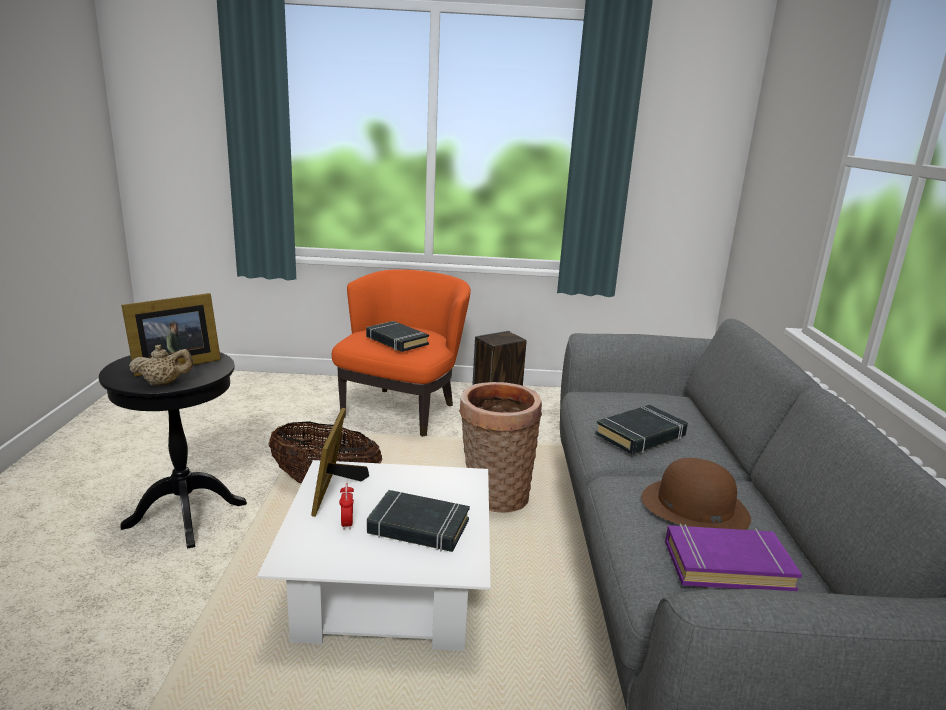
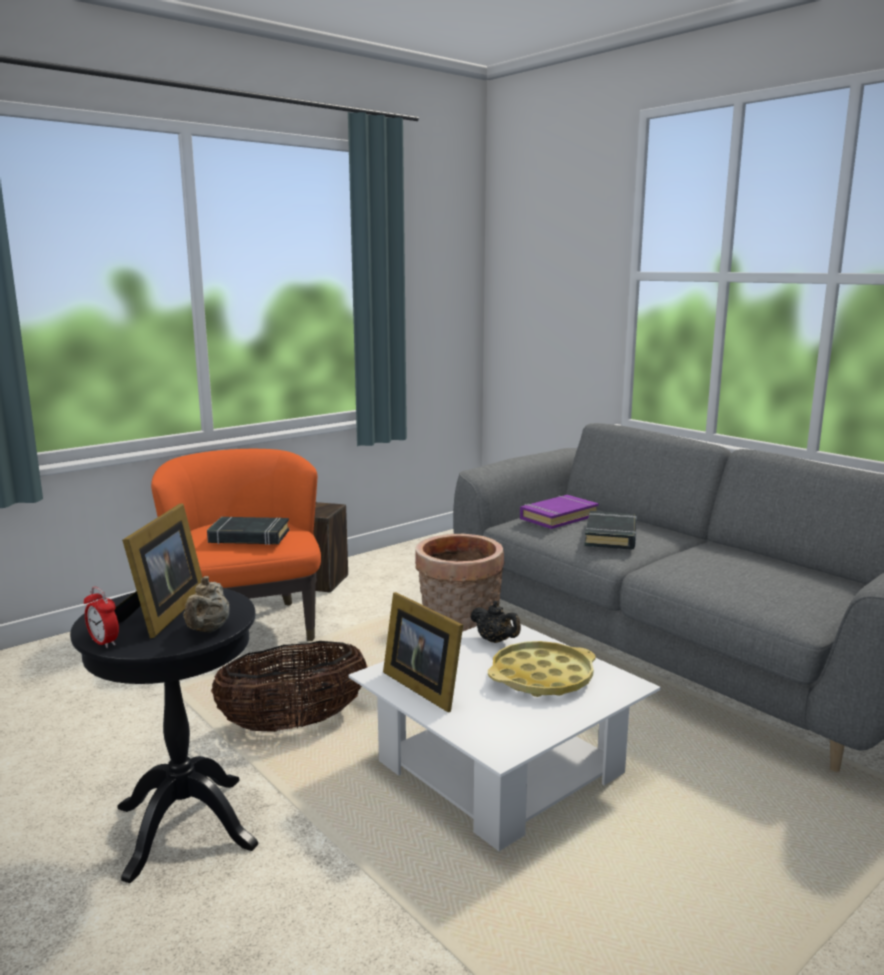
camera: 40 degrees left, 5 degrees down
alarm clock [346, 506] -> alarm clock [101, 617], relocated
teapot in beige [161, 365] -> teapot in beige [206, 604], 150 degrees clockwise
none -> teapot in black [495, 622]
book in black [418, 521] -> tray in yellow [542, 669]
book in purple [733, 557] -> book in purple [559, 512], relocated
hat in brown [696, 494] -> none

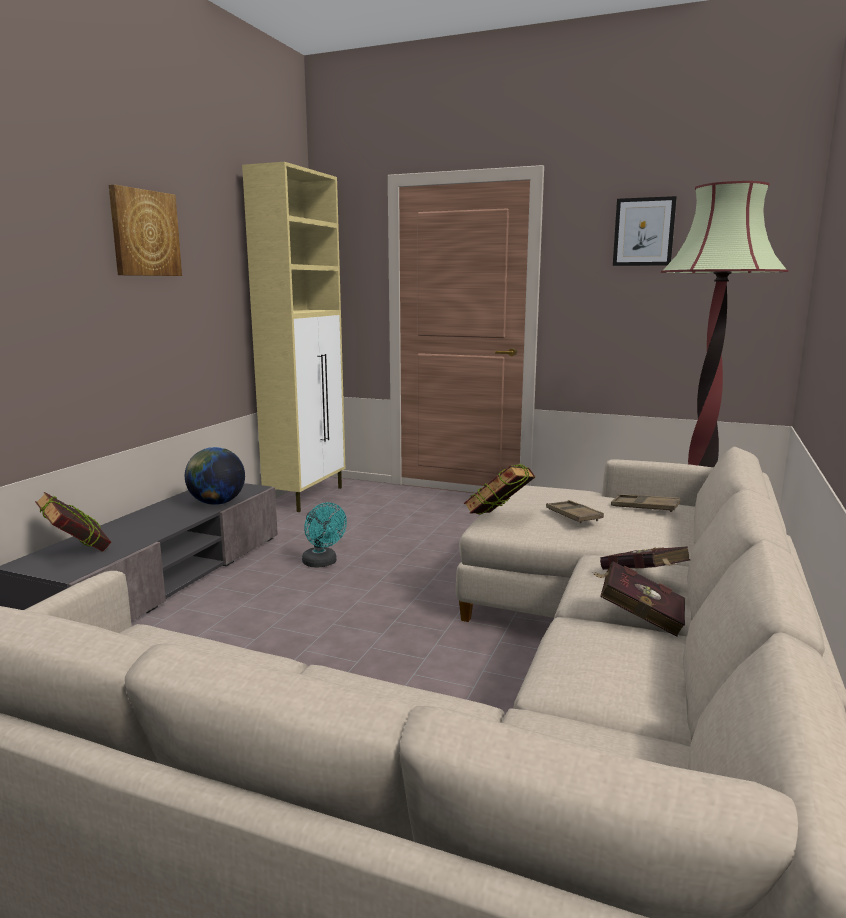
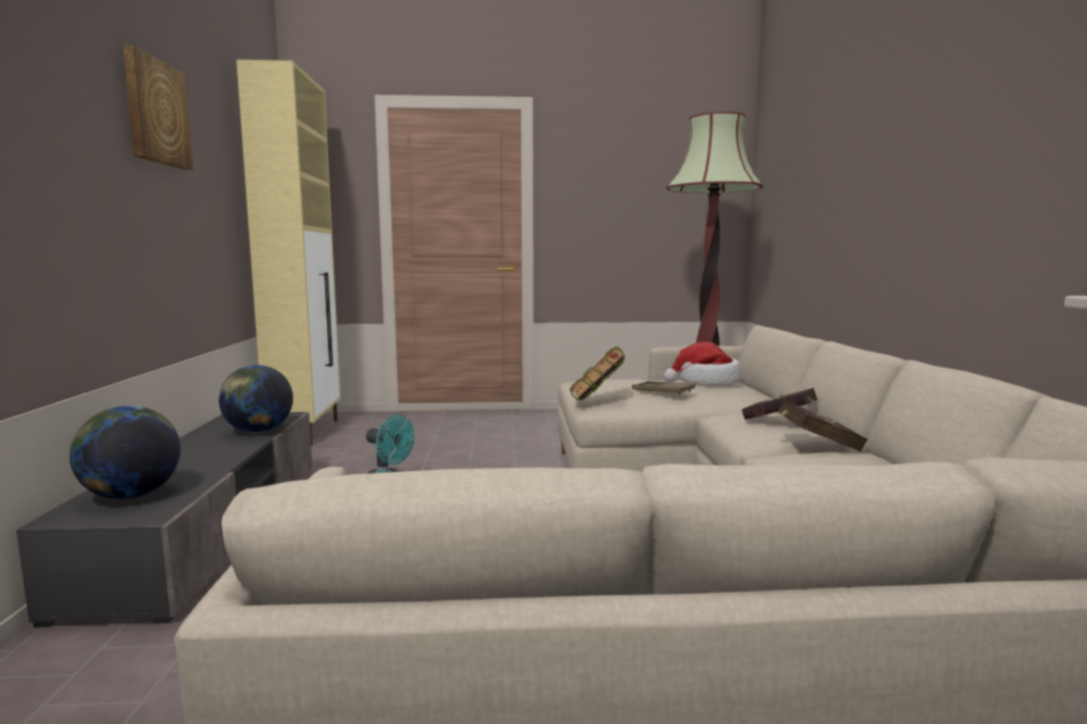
camera: 25 degrees left, 5 degrees down
book [73, 522] -> globe [125, 452]
tray in brown [645, 503] -> hat [702, 363]
picture [645, 231] -> none

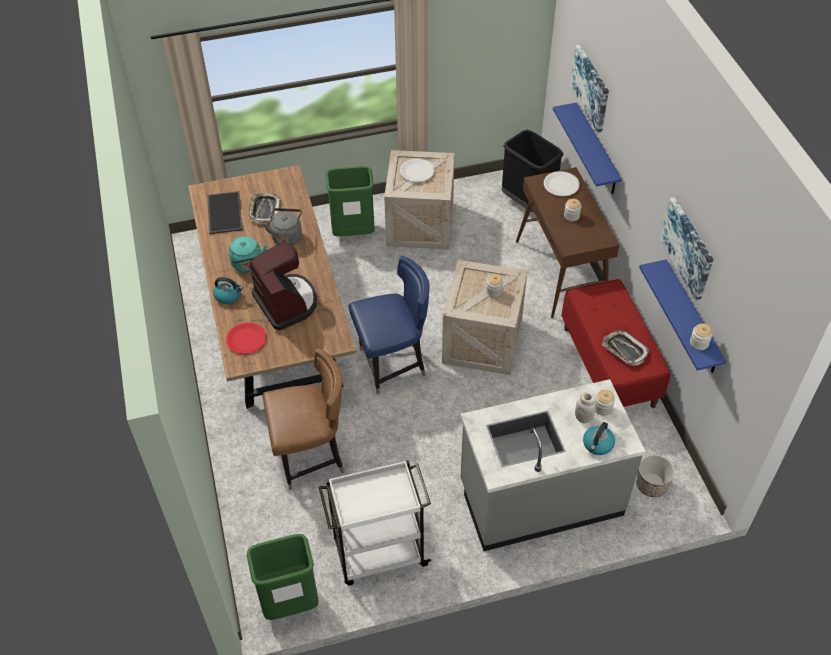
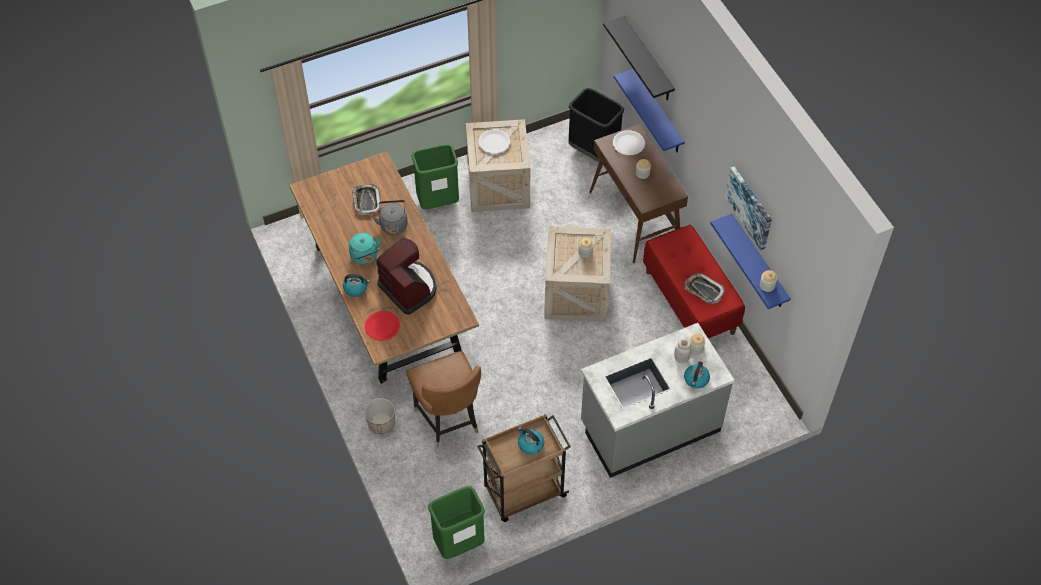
camera: 10 degrees left, 5 degrees up
planter [655, 475] -> planter [379, 416], relocated
chair in brown [303, 419] -> chair in brown [443, 399], 90 degrees clockwise
cart in white [375, 522] -> cart in brown [524, 468]
none -> kettle [531, 441]
picture [589, 89] -> shelf in black [639, 58]
tray [224, 212] -> none
chair in blue [389, 325] -> none

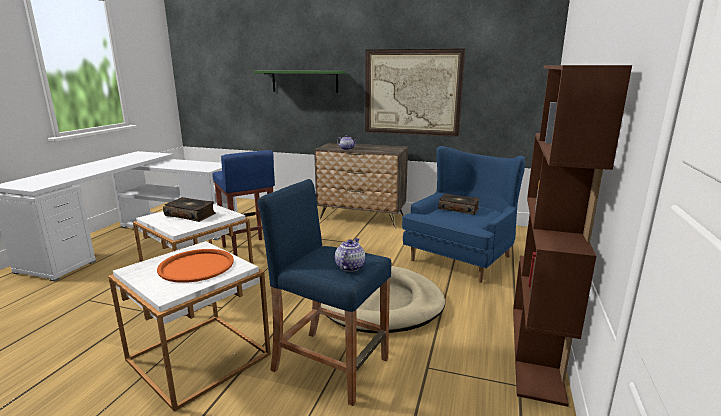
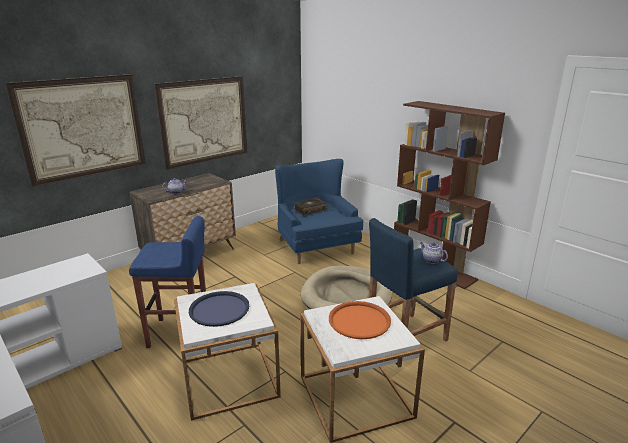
camera: 60 degrees left, 5 degrees up
shelf in green [300, 81] -> picture [75, 130]
book [189, 209] -> tray in blue [219, 309]

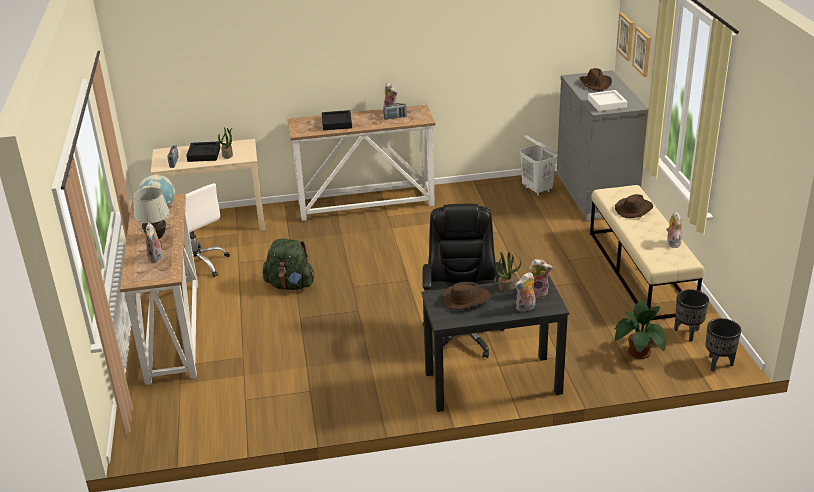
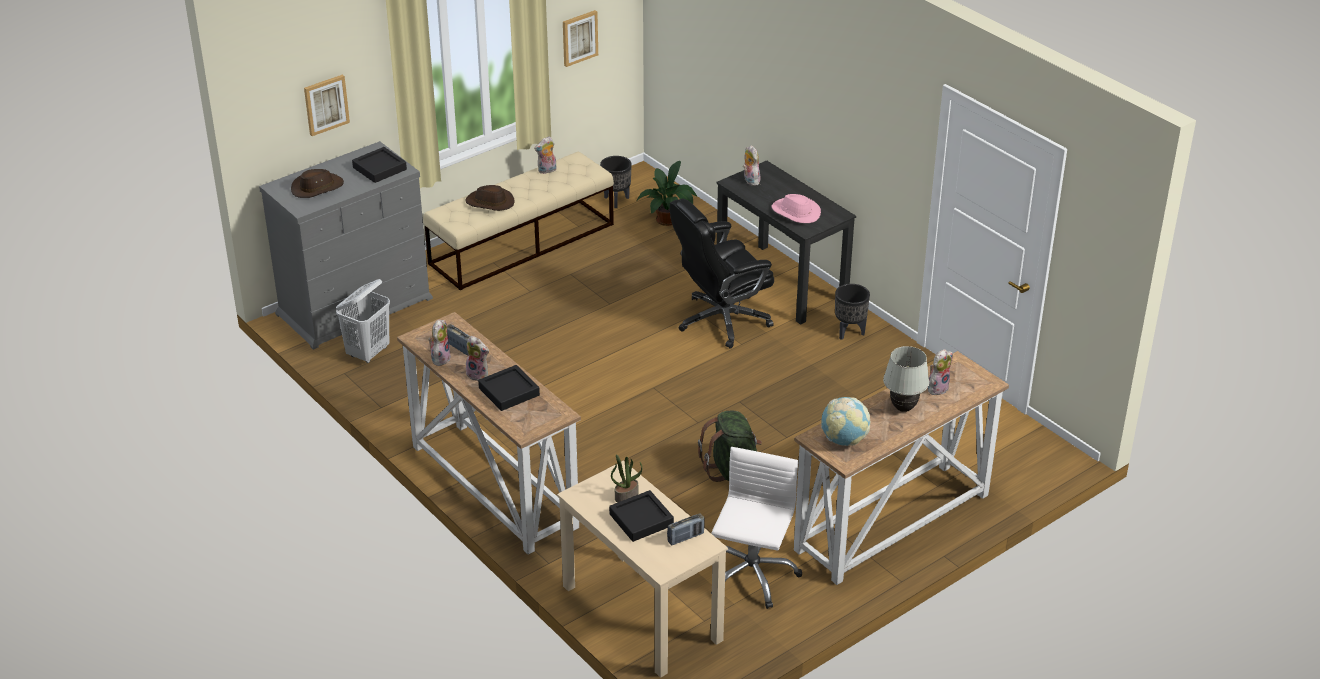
camera: 120 degrees left, 5 degrees up
tray in white [607, 100] -> tray in black [379, 165]
plush toy [525, 292] -> plush toy [477, 358], relocated
picture [625, 37] -> picture [580, 38], relocated
hat in brown [466, 296] -> hat in pink [796, 208]
planter in black [723, 345] -> planter in black [852, 312], relocated
potted plant [508, 271] -> none

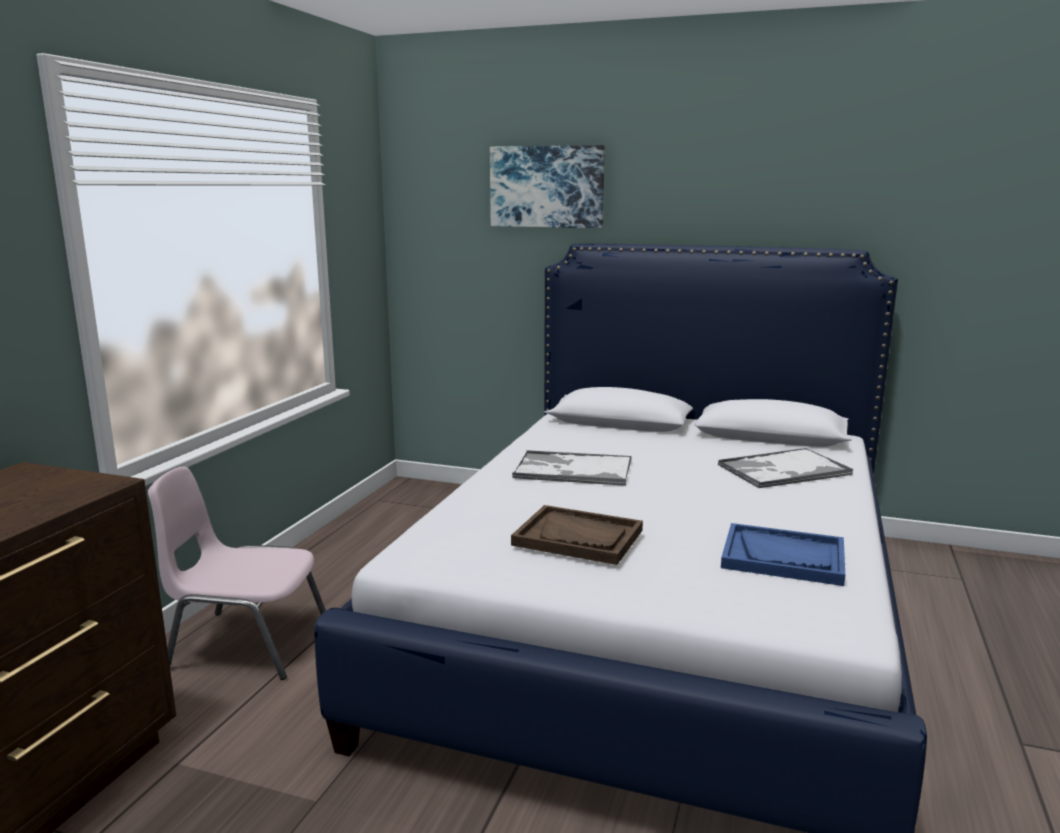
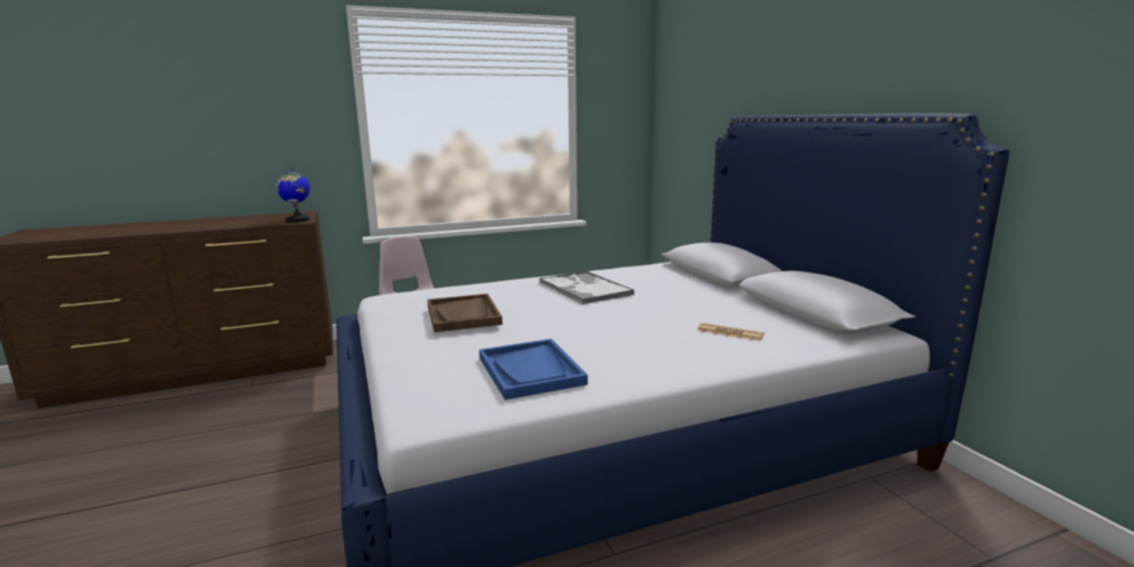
camera: 50 degrees right, 0 degrees up
none -> globe [293, 195]
tray [785, 468] -> newspaper [730, 332]
picture [547, 186] -> none

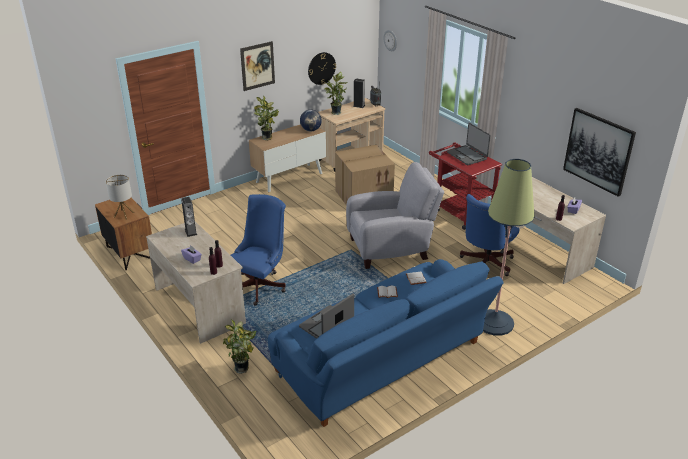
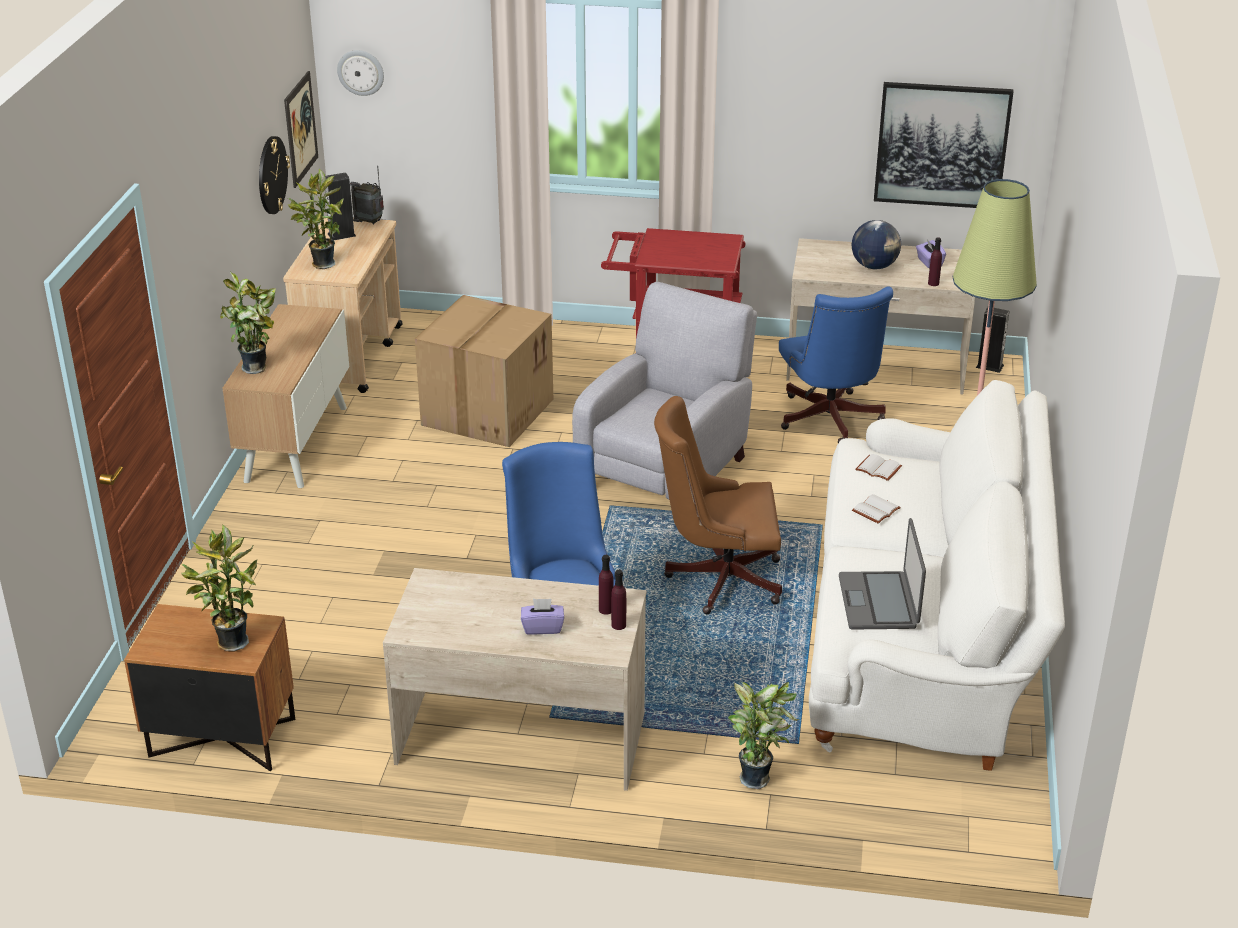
camera: 45 degrees left, 0 degrees up
table lamp [120, 197] -> potted plant [219, 588]
picture [257, 66] -> picture [301, 129], relocated
none -> office chair in brown [718, 505]
sofa in blue [386, 343] -> sofa in white [937, 575]
globe [311, 121] -> globe [876, 244], relocated
speaker [189, 217] -> speaker [992, 340], relocated
laptop [469, 144] -> none

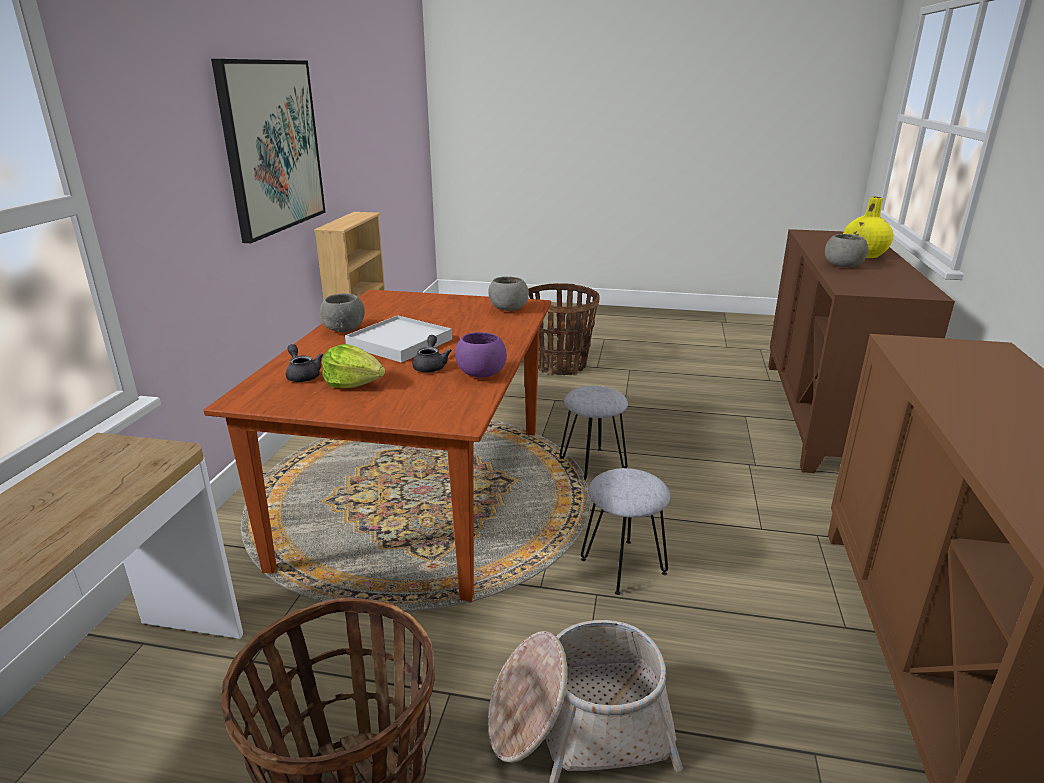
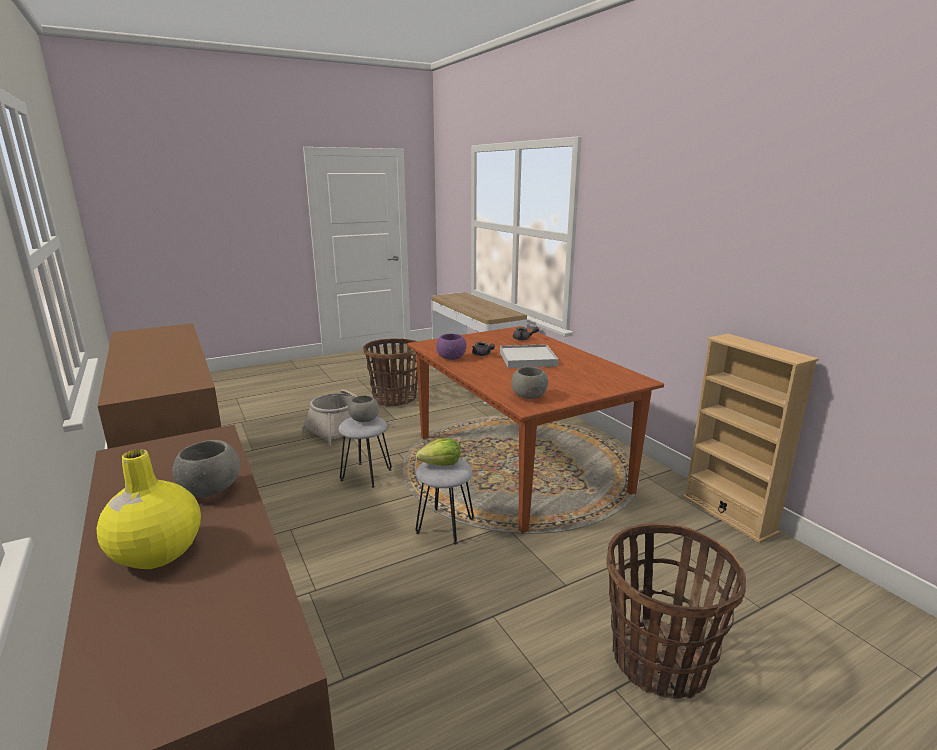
camera: 140 degrees right, 5 degrees down
bowl in grey [342, 312] -> bowl in grey [363, 409], relocated
lettuce [353, 366] -> lettuce [438, 452], relocated
picture [268, 151] -> none

